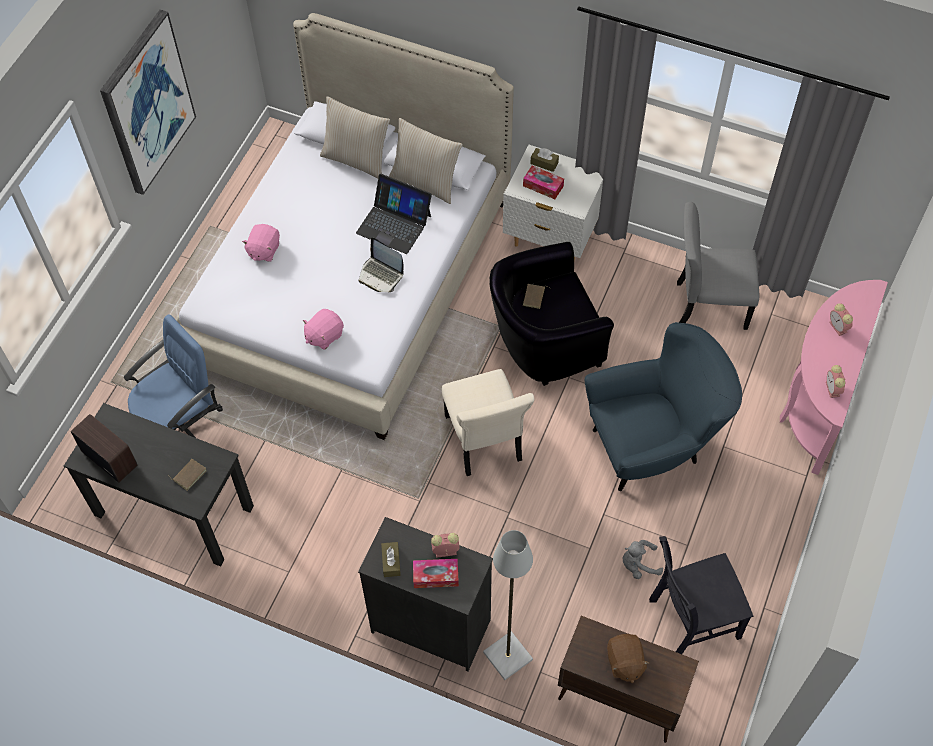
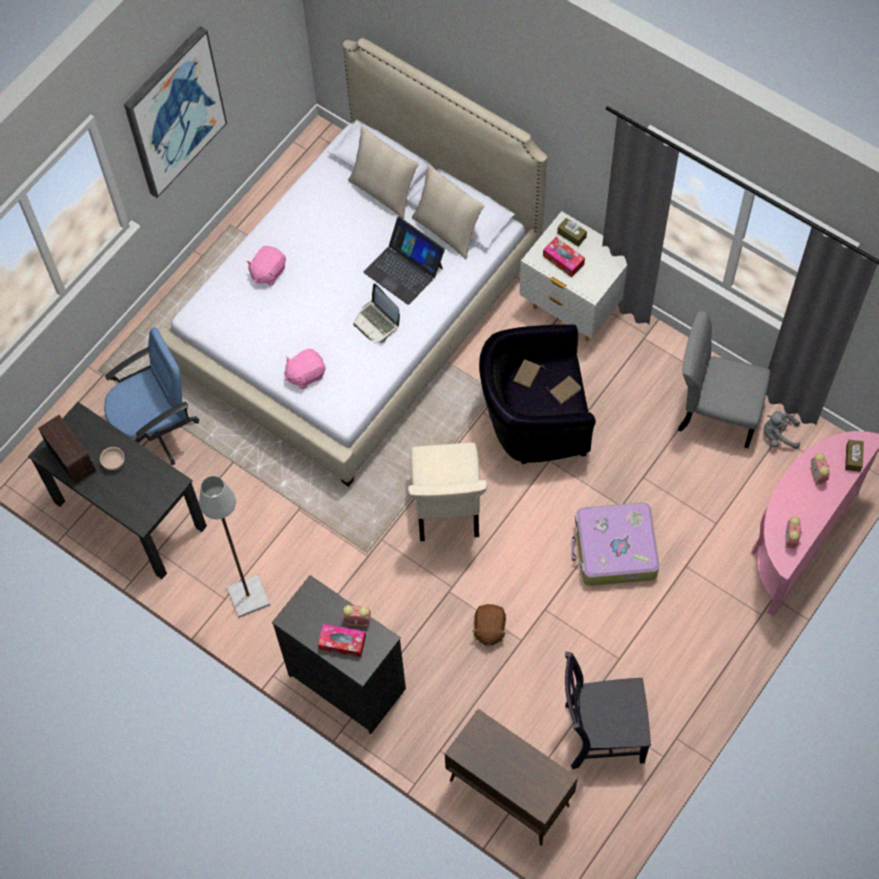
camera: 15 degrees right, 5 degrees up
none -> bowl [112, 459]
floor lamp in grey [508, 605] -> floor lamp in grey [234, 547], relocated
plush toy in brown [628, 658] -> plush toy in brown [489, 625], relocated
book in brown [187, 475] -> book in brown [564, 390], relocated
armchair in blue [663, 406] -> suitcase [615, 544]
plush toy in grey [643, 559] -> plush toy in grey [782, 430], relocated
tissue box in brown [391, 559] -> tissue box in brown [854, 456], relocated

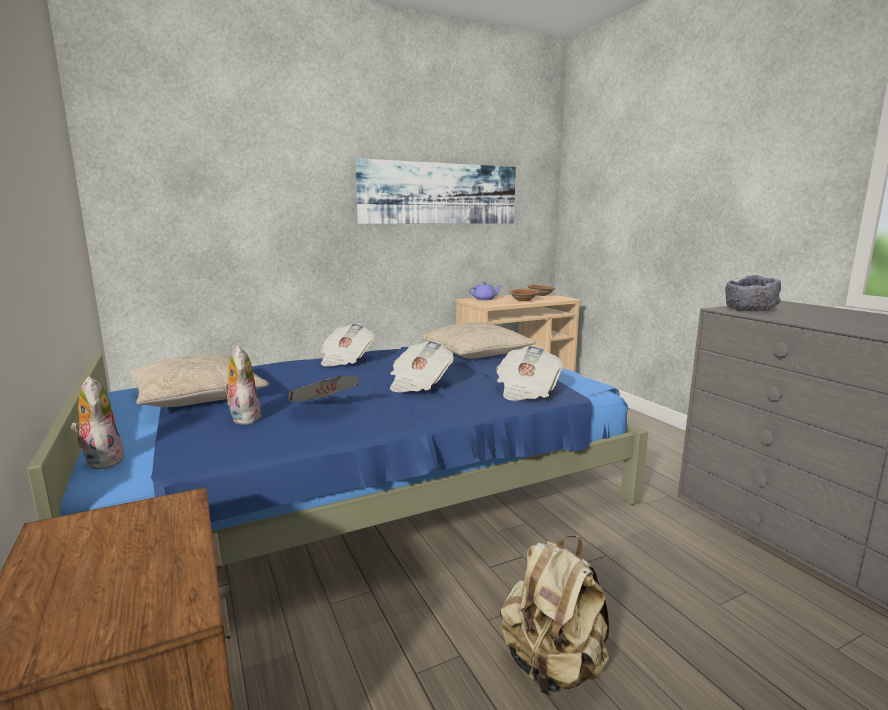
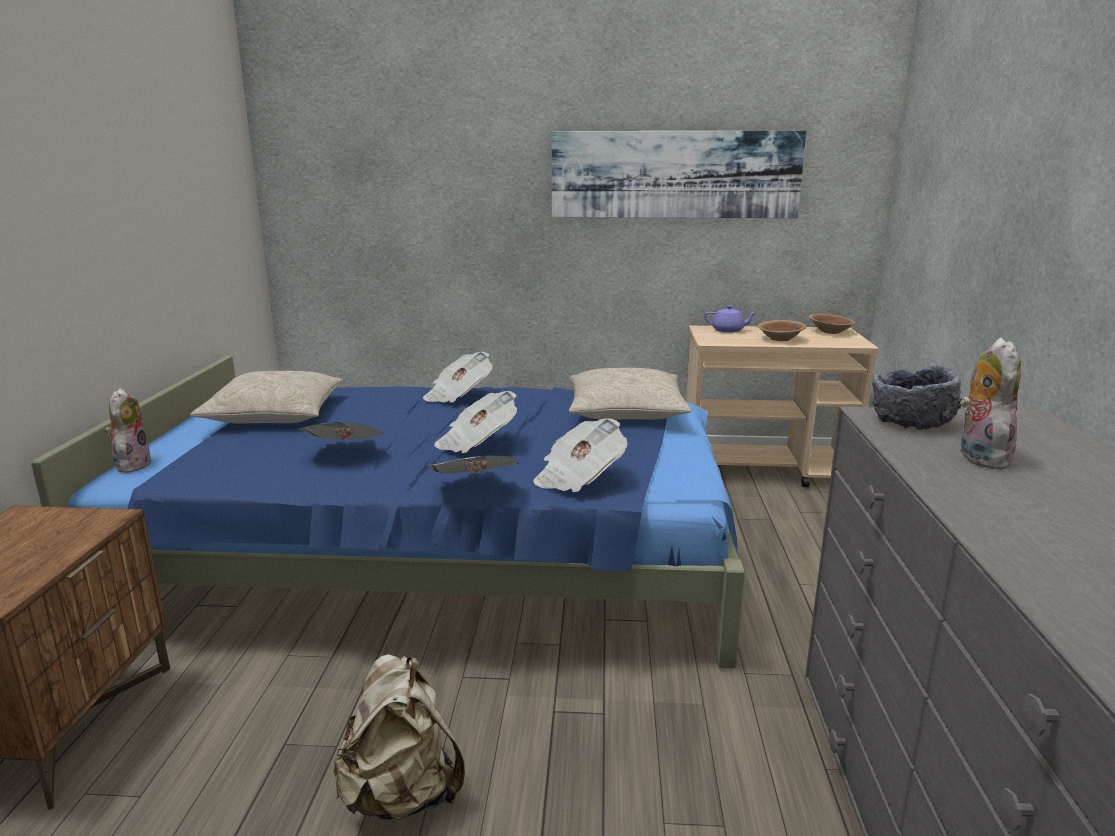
camera: 30 degrees right, 5 degrees up
none -> newspaper [473, 464]
plush toy [242, 385] -> plush toy [990, 404], relocated

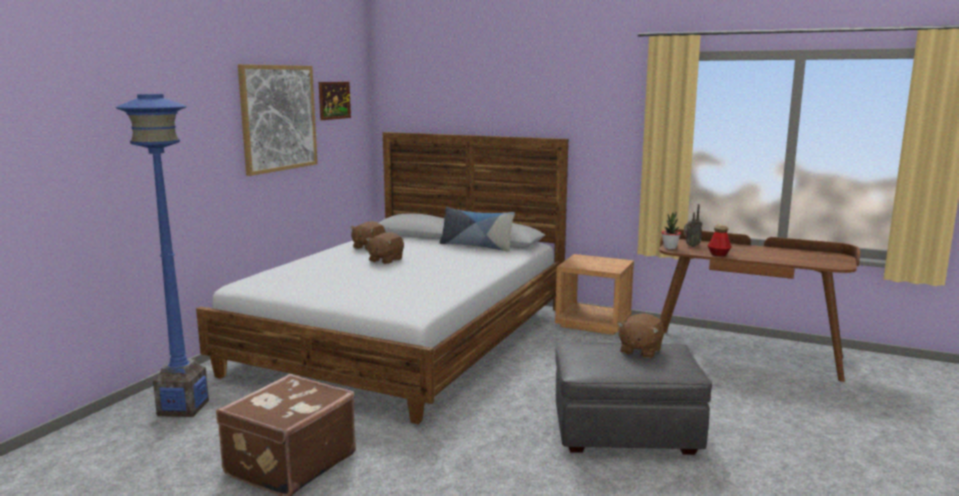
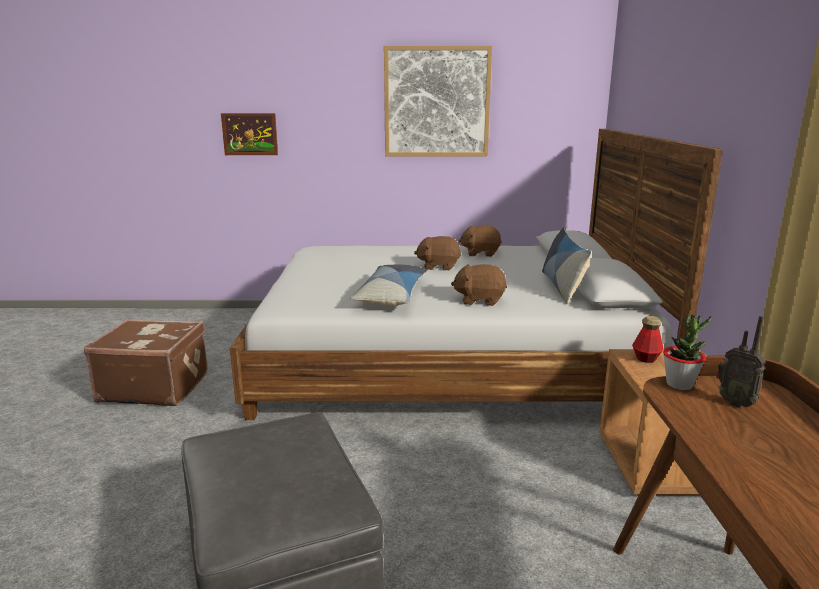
camera: 65 degrees right, 5 degrees up
picture [335, 101] -> picture [249, 134], relocated
none -> pillow [389, 285]
plush toy in brown [640, 336] -> plush toy in brown [479, 285], relocated
bottle [720, 241] -> bottle [648, 339], relocated
floor lamp in blue [162, 255] -> none

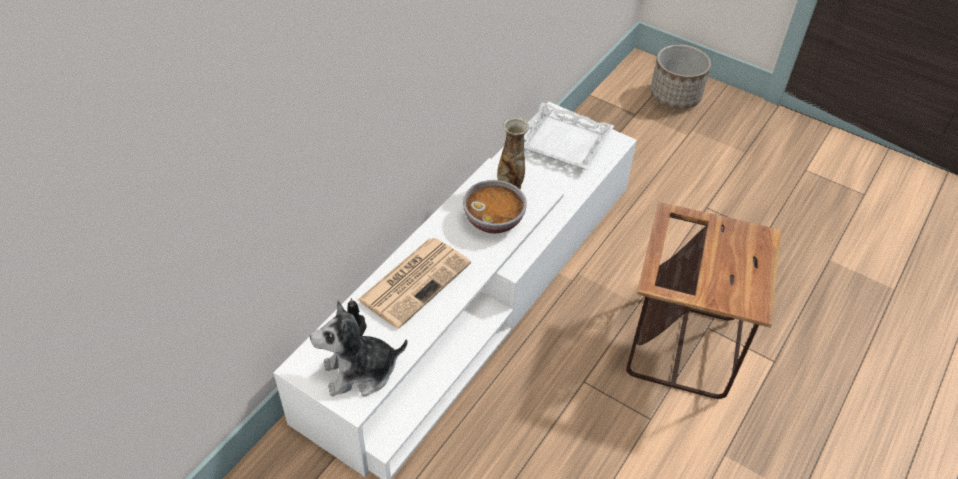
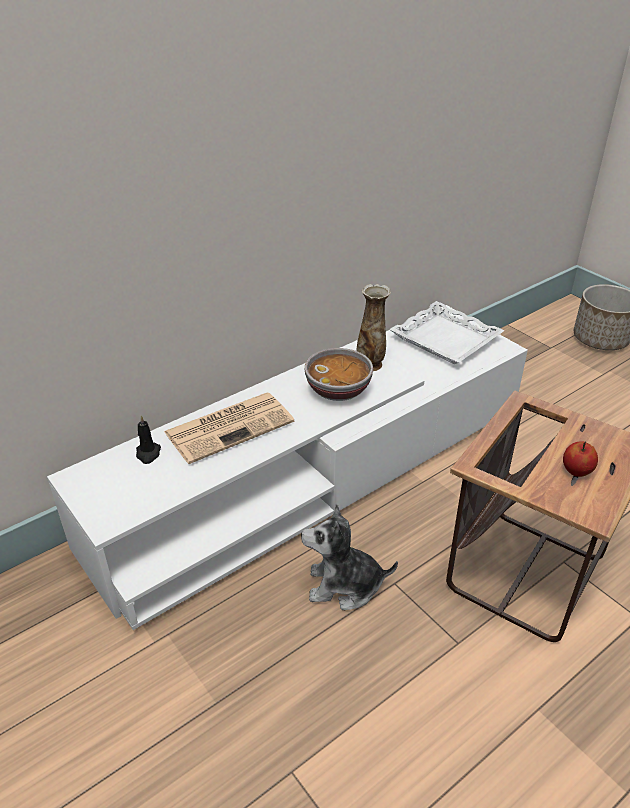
camera: 20 degrees right, 10 degrees down
plush toy [359, 348] -> plush toy [349, 556], relocated
none -> apple [580, 459]

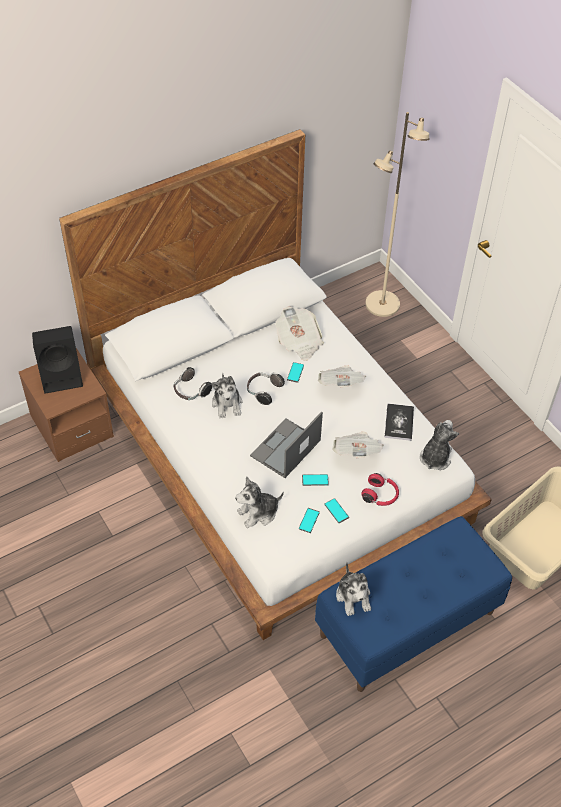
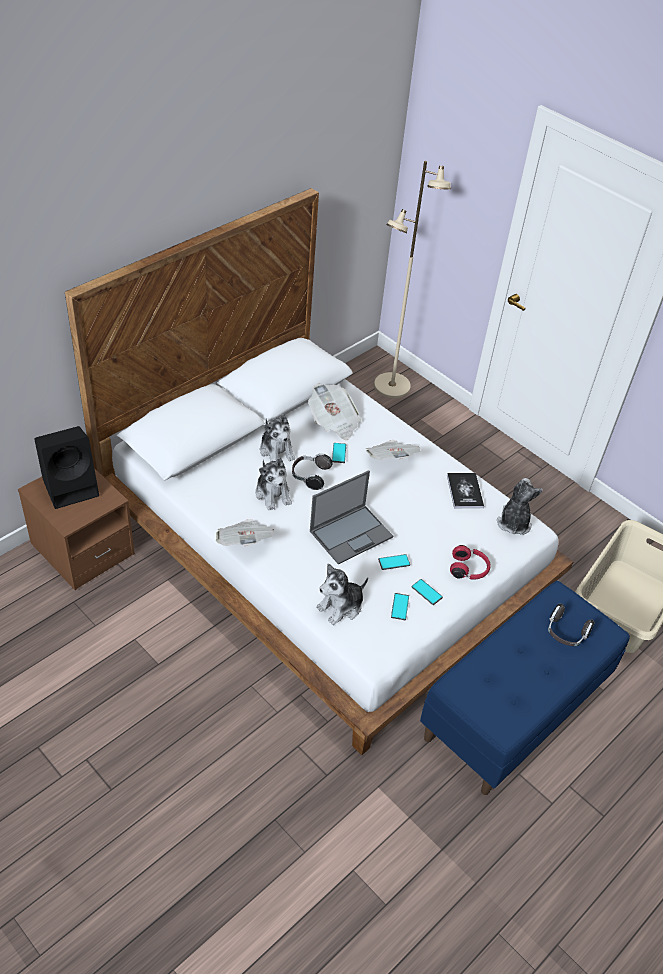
camera: 15 degrees left, 5 degrees down
newspaper [358, 445] -> newspaper [245, 532], relocated
plush toy [353, 589] -> plush toy [277, 437], relocated
laptop [286, 444] -> laptop [351, 517], 150 degrees counterclockwise
headphones [192, 383] -> headphones [571, 624], relocated

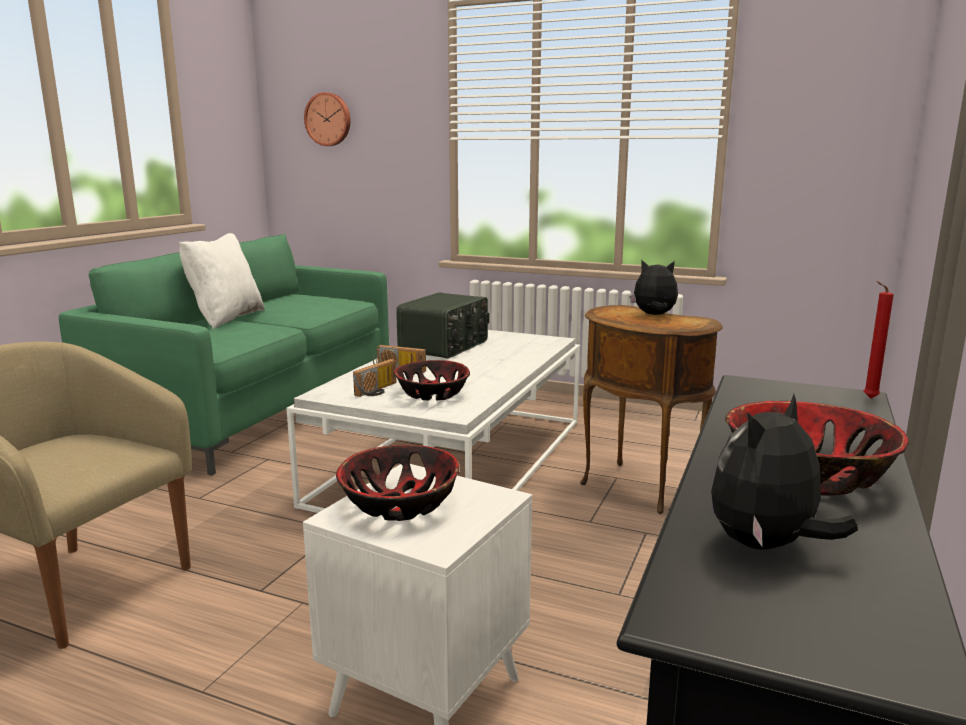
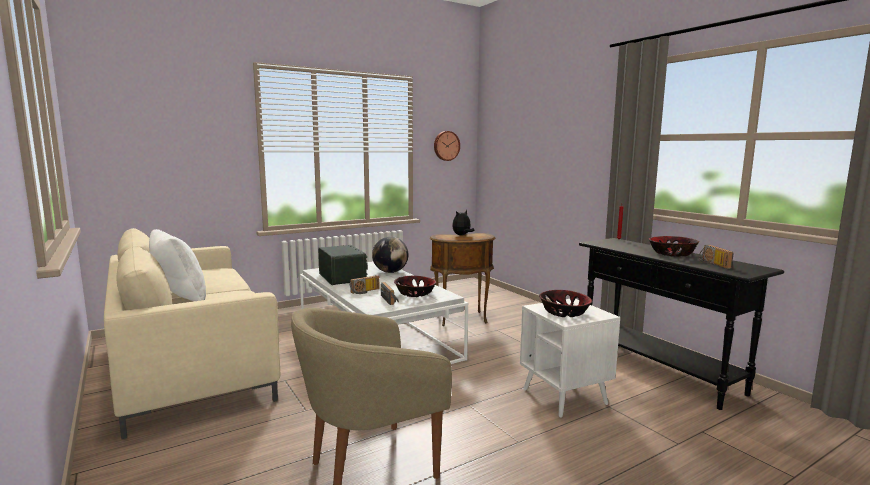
camera: 55 degrees left, 5 degrees down
sofa in green [224, 354] -> sofa in beige [192, 333]
none -> globe [390, 255]
wall clock [327, 119] -> wall clock [447, 146], relocated
plush toy [784, 472] -> radio [716, 257]

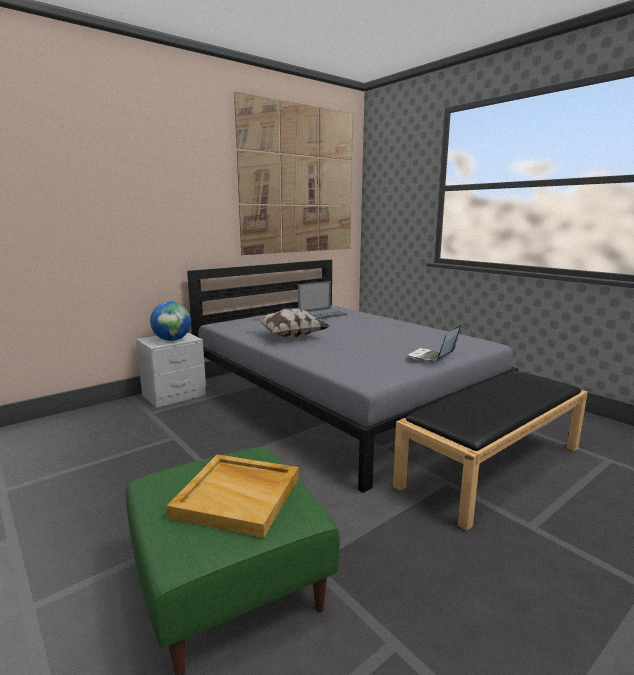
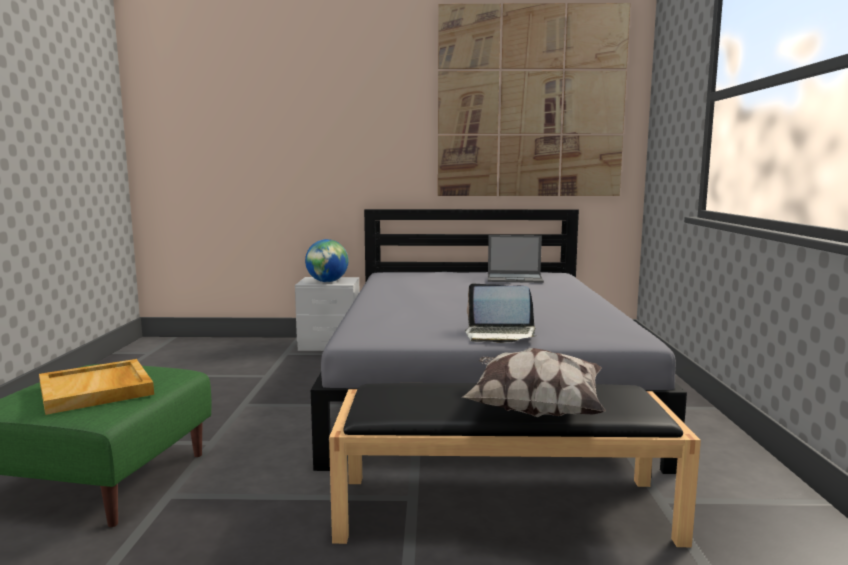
camera: 40 degrees right, 5 degrees down
pillow [290, 323] -> pillow [534, 382], relocated
laptop [434, 343] -> laptop [501, 313], 150 degrees counterclockwise

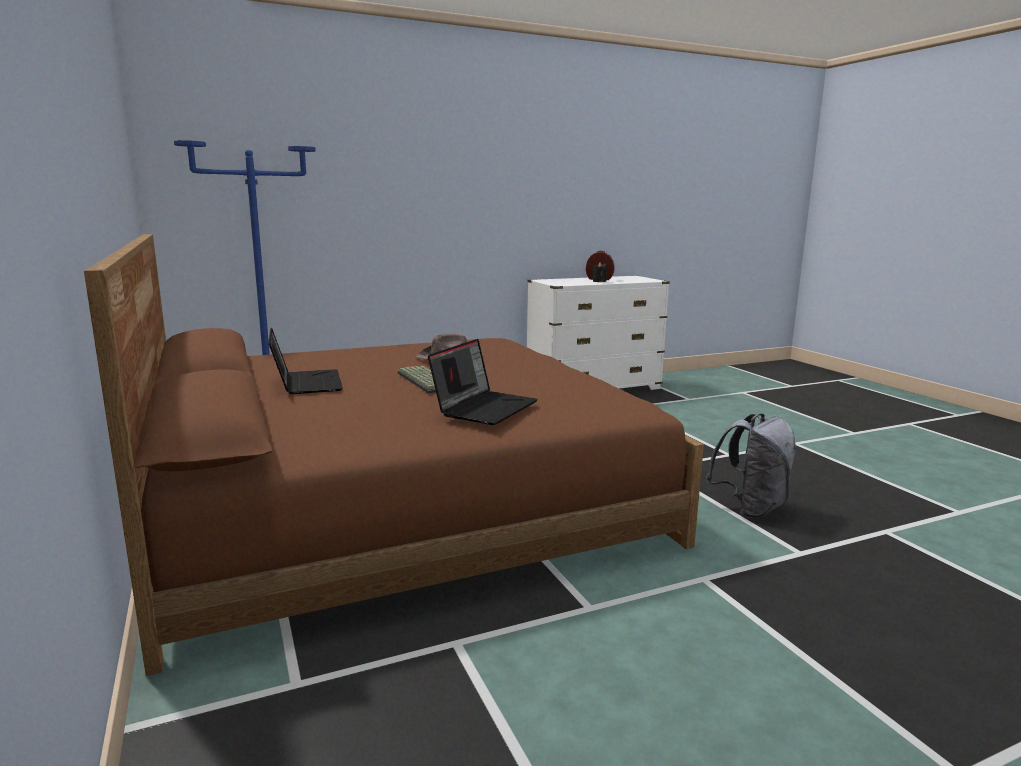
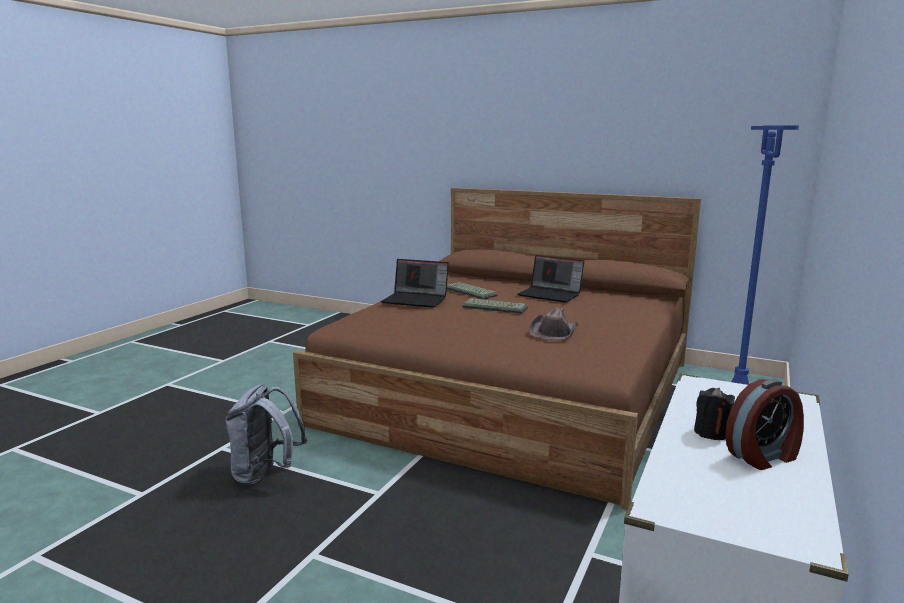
camera: 140 degrees right, 0 degrees up
laptop [483, 382] -> laptop [415, 283], 60 degrees counterclockwise
none -> keyboard [472, 290]

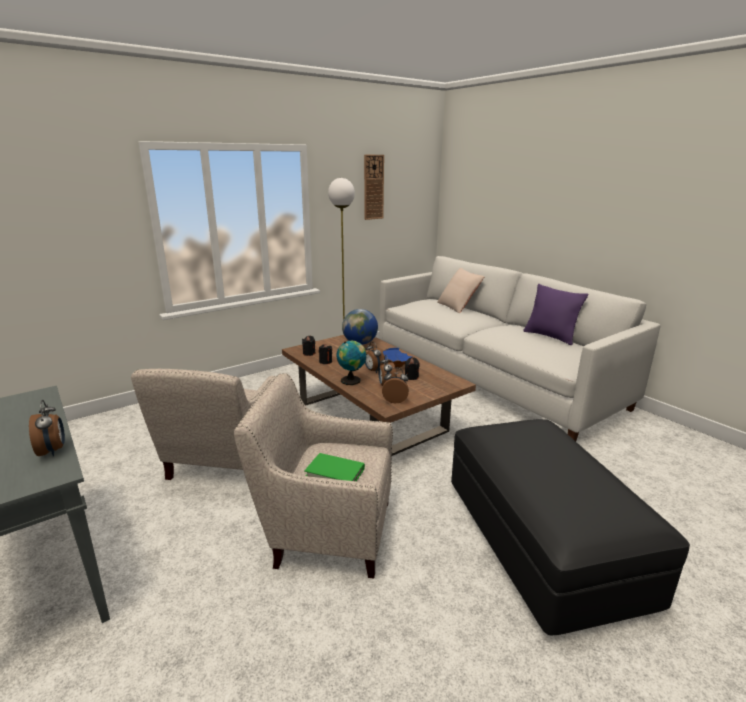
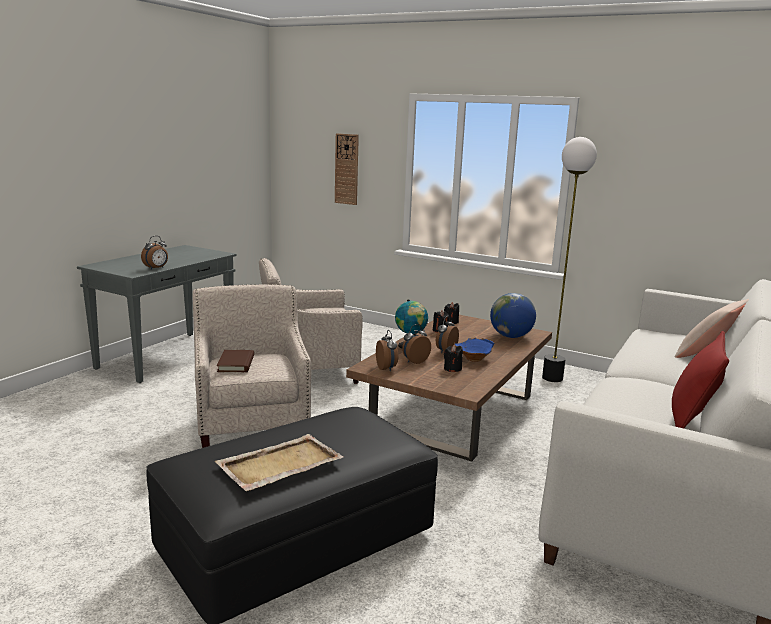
camera: 65 degrees right, 5 degrees down
none -> tray in beige [279, 462]
book in green [334, 467] -> book in brown [235, 361]
wall clock [374, 187] -> wall clock [347, 169], relocated
pillow in purple [555, 314] -> pillow in red [700, 380]

